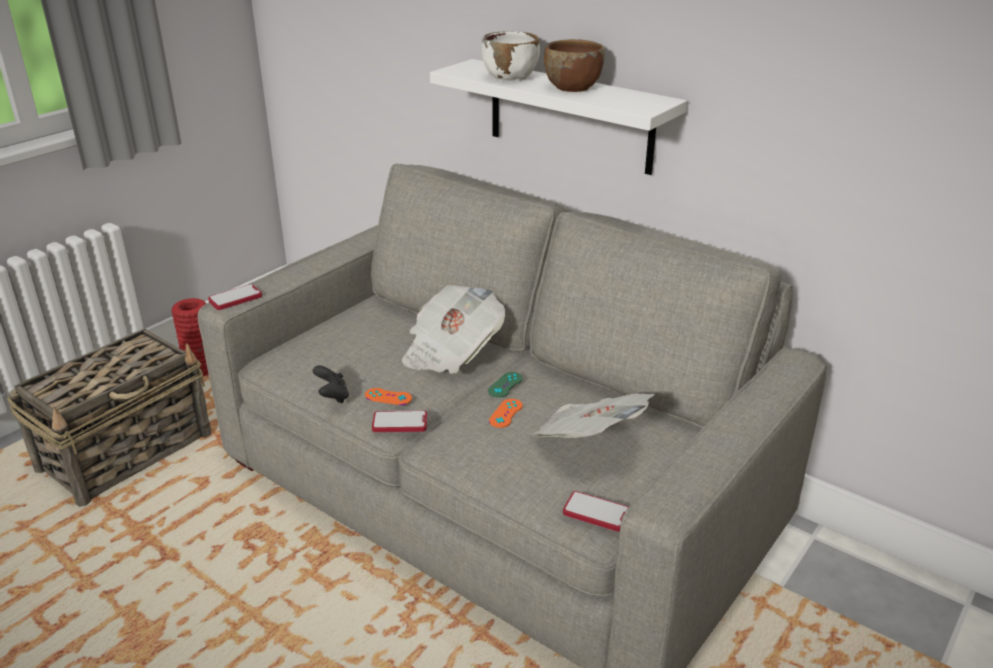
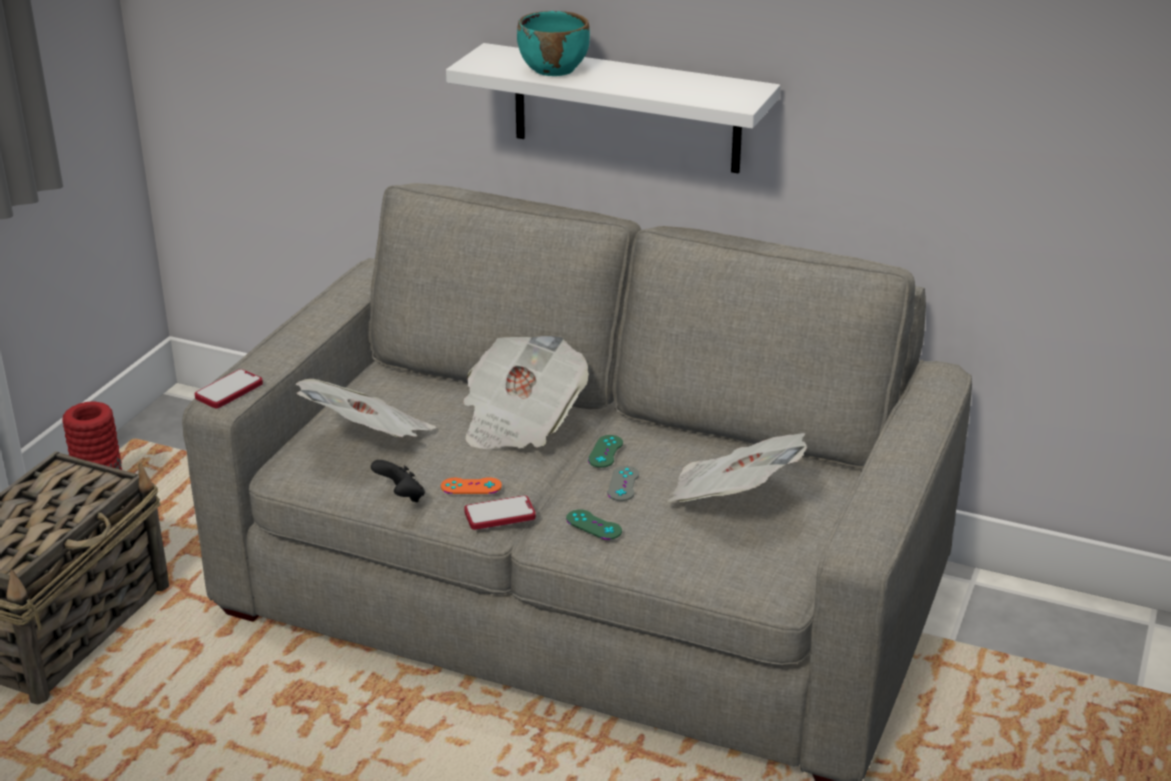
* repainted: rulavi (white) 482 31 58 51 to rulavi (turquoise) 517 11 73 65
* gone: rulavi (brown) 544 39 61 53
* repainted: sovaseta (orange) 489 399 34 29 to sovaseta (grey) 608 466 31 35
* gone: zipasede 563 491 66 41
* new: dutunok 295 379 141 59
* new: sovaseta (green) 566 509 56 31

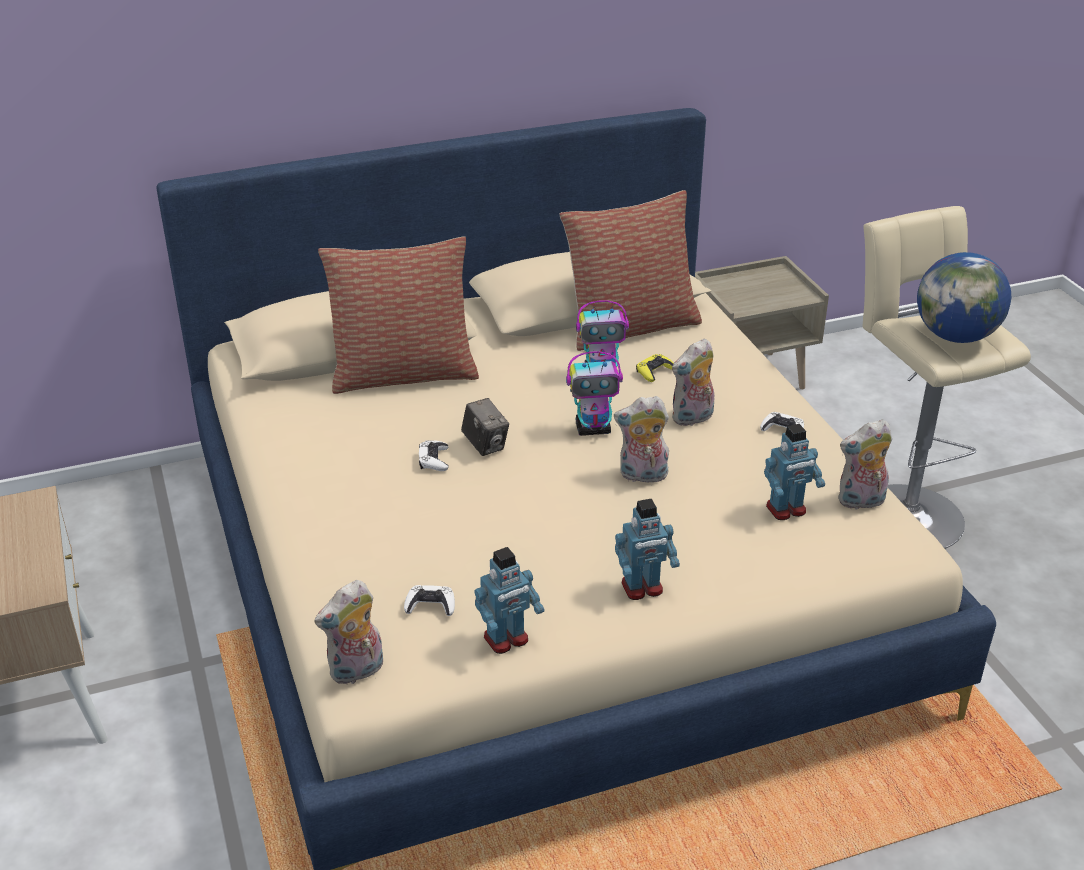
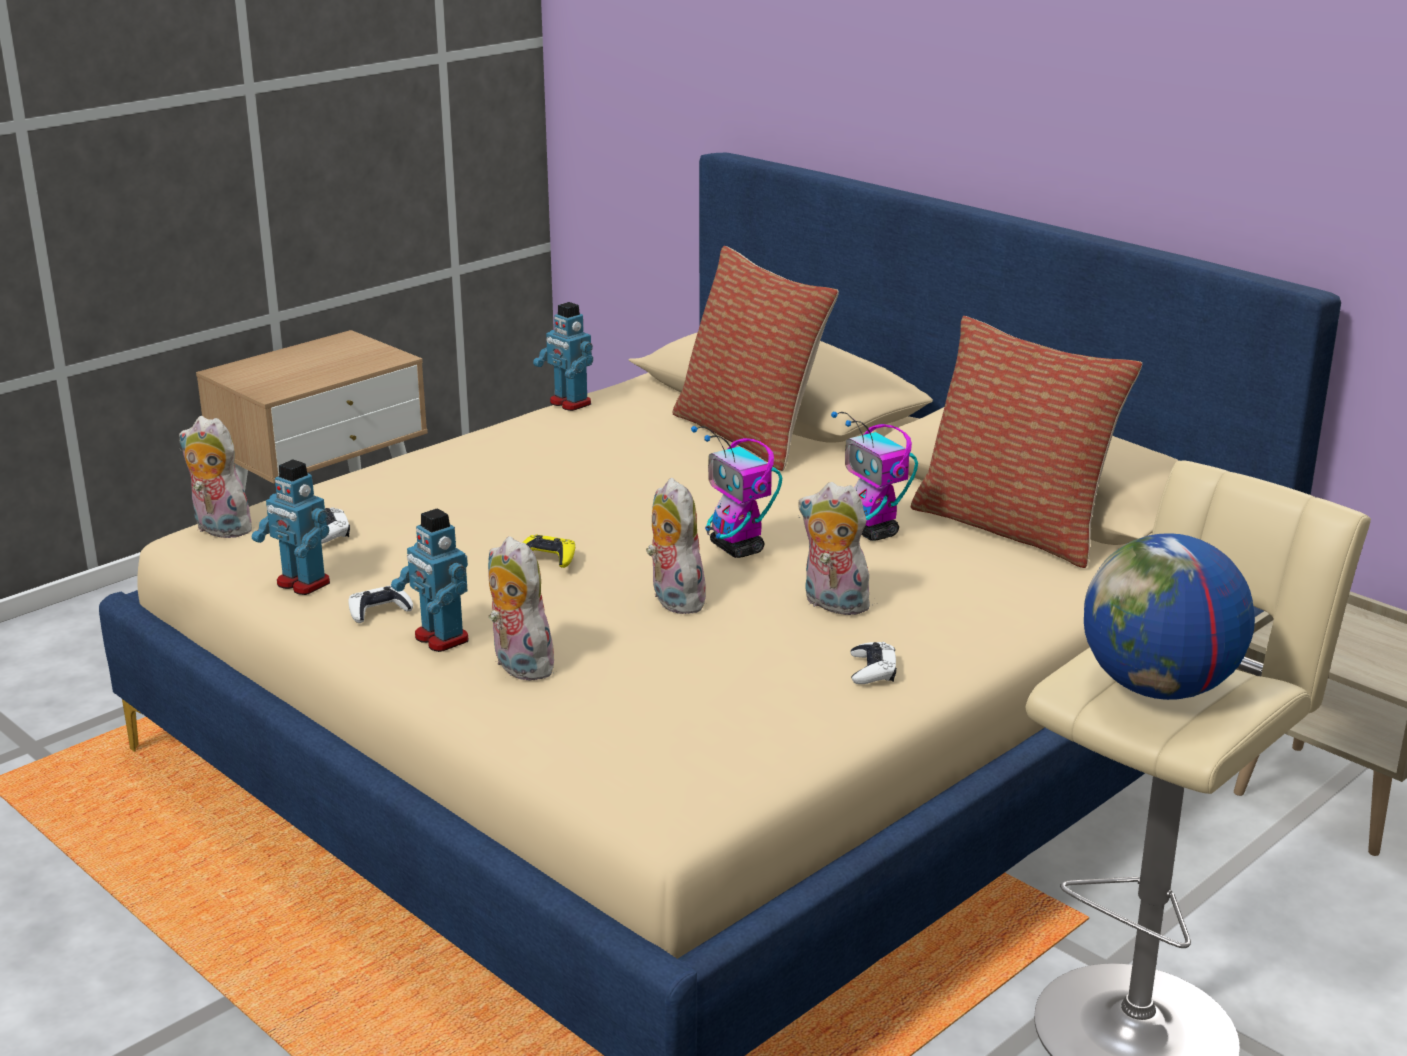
* shifted: sovaseta (yellow) 636 354 38 28 to 522 535 53 33
* gone: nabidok 461 398 48 58
* shifted: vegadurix 838 419 54 91 to 488 536 72 145
* shifted: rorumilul 764 424 61 96 to 533 302 60 109
* shifted: sovaseta (white) 419 440 30 31 to 348 585 65 38

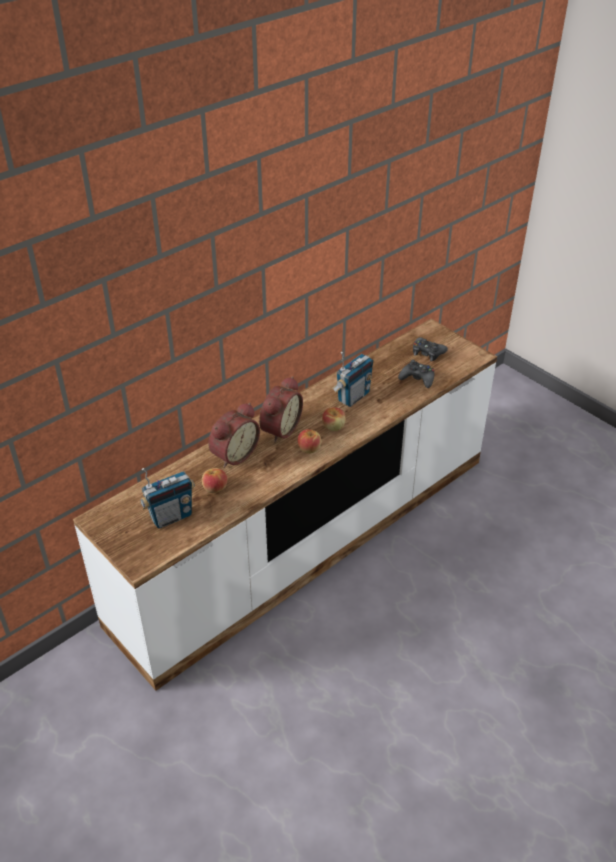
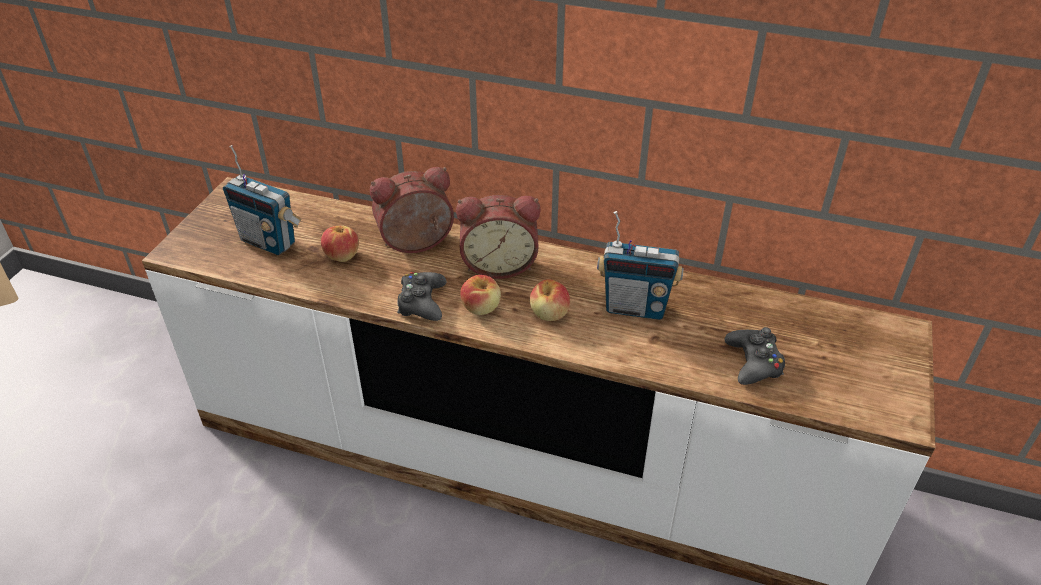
* shifted: sovaseta (black) 413 337 35 24 to 397 272 49 49
* rotated: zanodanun 208 403 52 65 = 370 167 84 86 150 degrees clockwise

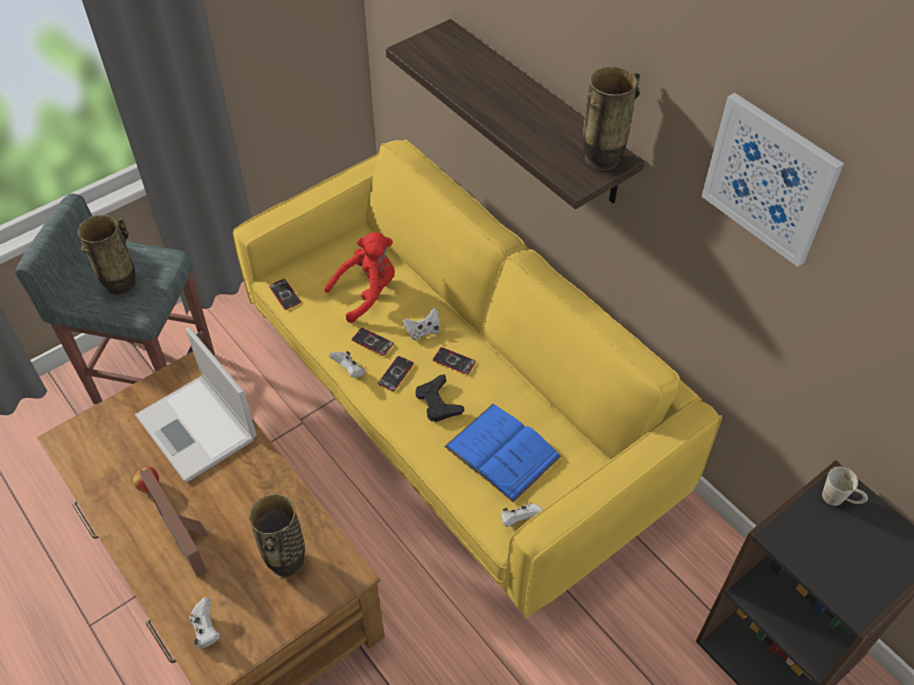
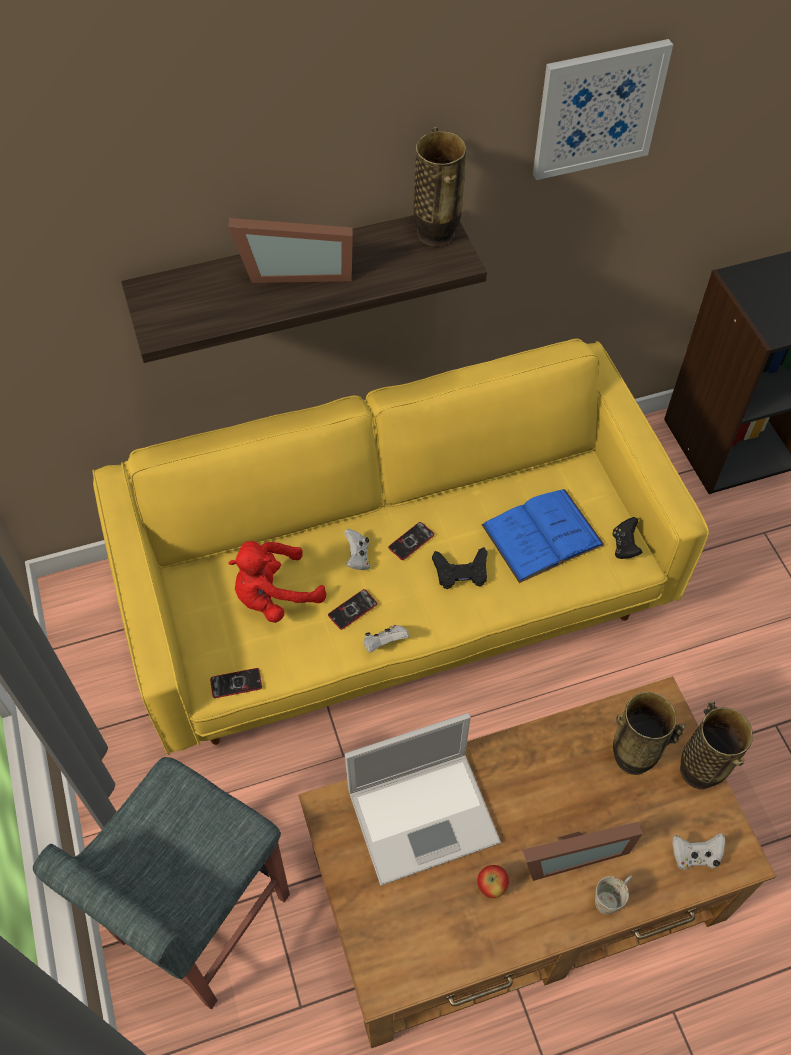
* shifted: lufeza 78 215 58 80 to 680 701 73 88
* rotated: vegadurix (red) 324 232 71 91 = 228 541 98 82 105 degrees counterclockwise
* gone: zipasede 378 356 36 35
* shifted: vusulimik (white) 822 467 46 39 to 595 875 37 40
* repainted: sovaseta (white) 501 503 42 24 to sovaseta (black) 613 517 29 42
* new: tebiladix 228 218 125 65

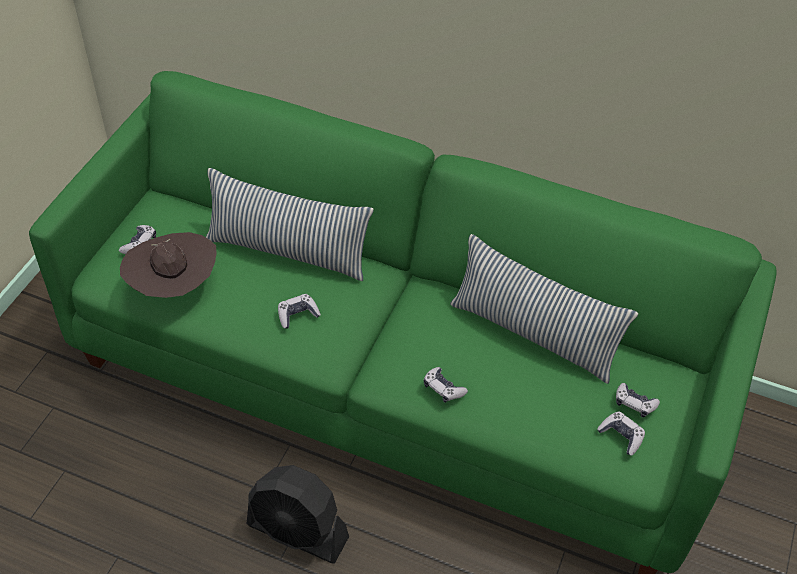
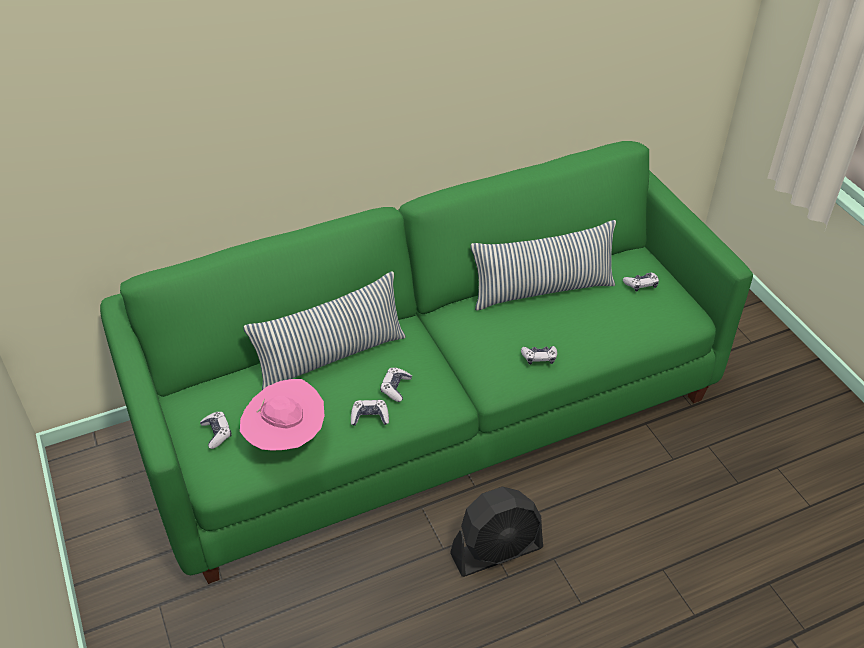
* repainted: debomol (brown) 120 232 96 66 to debomol (pink) 240 379 84 72
* shifted: sovaseta 597 411 48 45 to 351 400 38 26

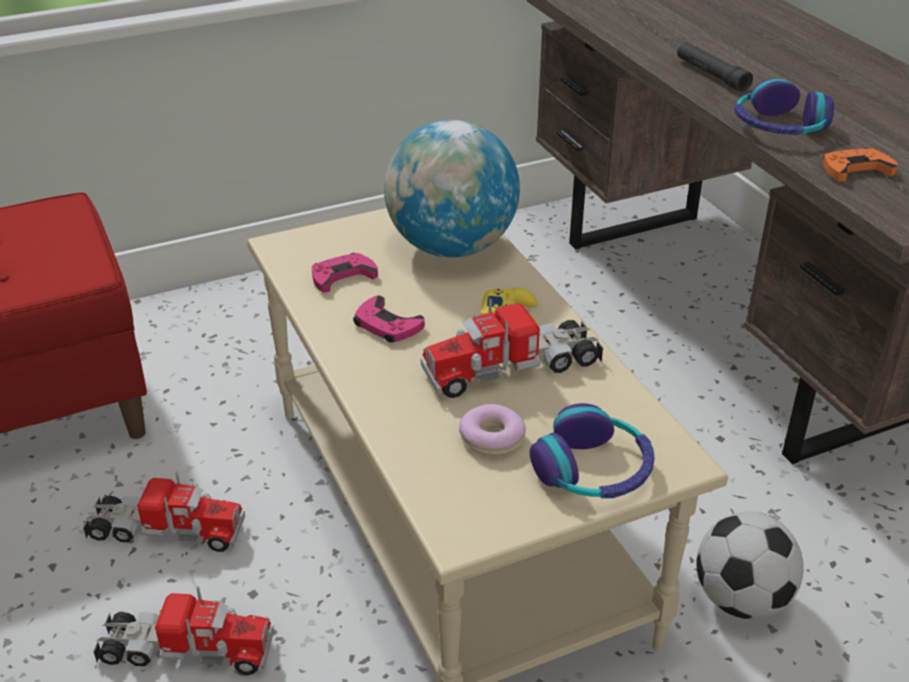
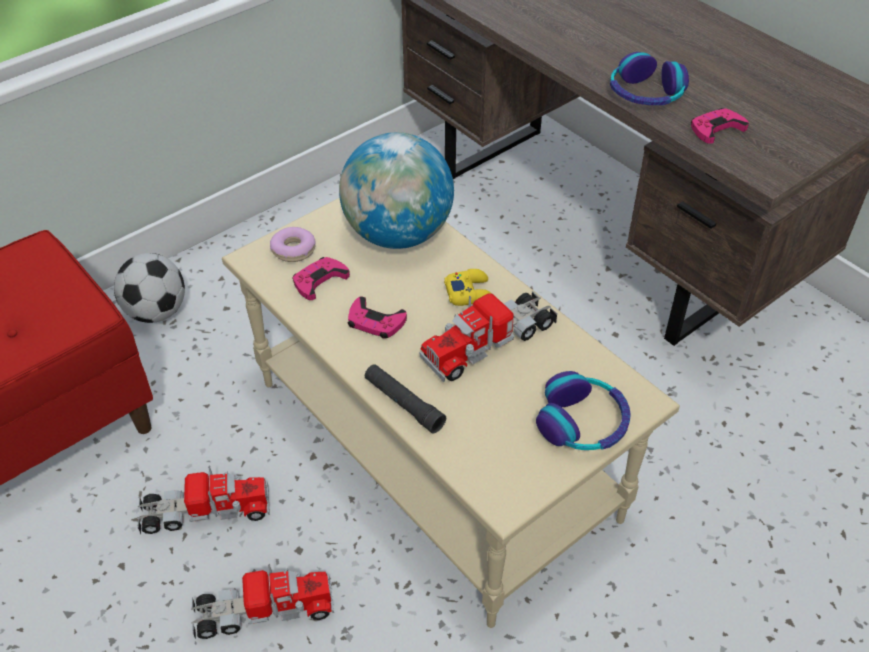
* shifted: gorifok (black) 677 42 76 51 to 365 364 81 70
* repainted: sovaseta (orange) 823 148 75 33 to sovaseta (pink) 691 108 58 36
* shifted: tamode 459 404 67 52 to 270 227 46 35
* shifted: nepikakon 696 512 107 107 to 114 253 71 70

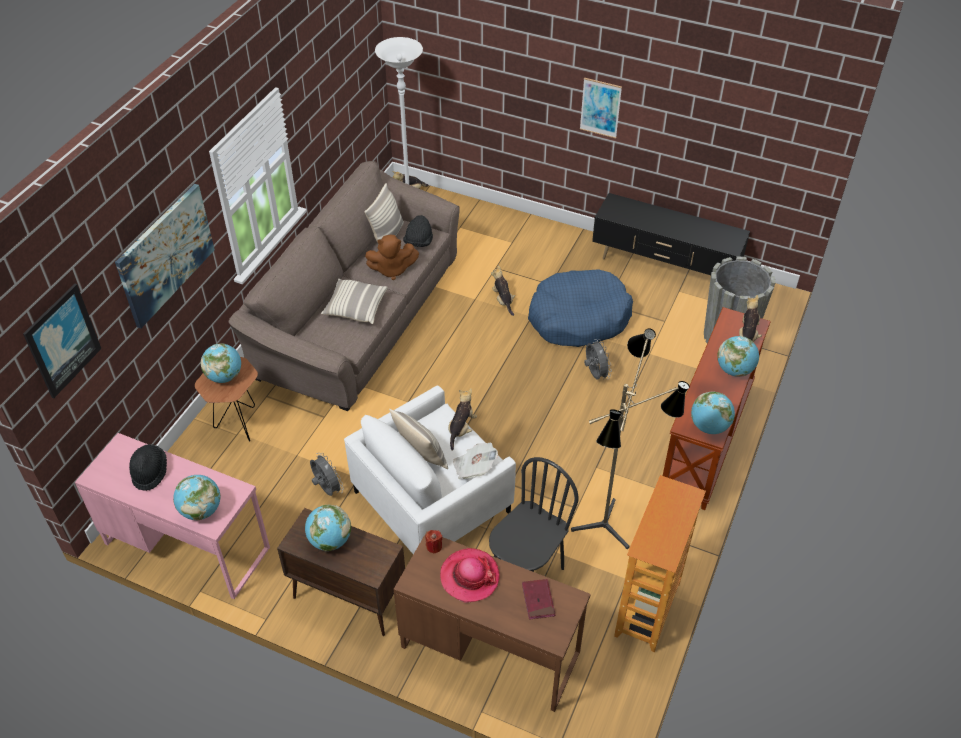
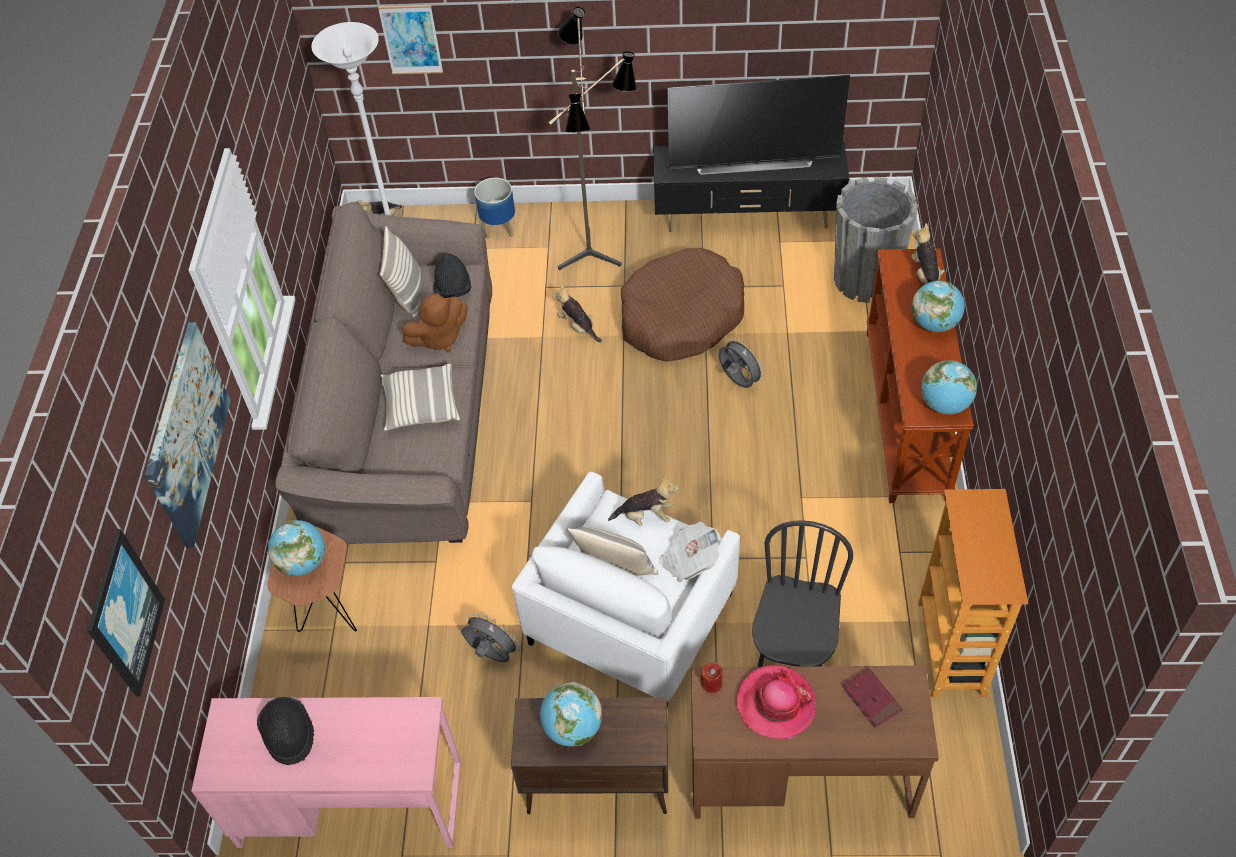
* shifted: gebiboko 580 78 42 60 to 378 5 65 69
* repainted: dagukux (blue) 528 269 105 78 to dagukux (brown) 621 248 123 114
* shifted: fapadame 571 328 119 221 to 548 7 89 263
* rotated: vegadurix 448 388 29 63 = 608 476 71 50 90 degrees clockwise
* gone: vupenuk 173 475 47 45
* new: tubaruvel 667 75 183 100
* new: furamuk 474 178 41 61

